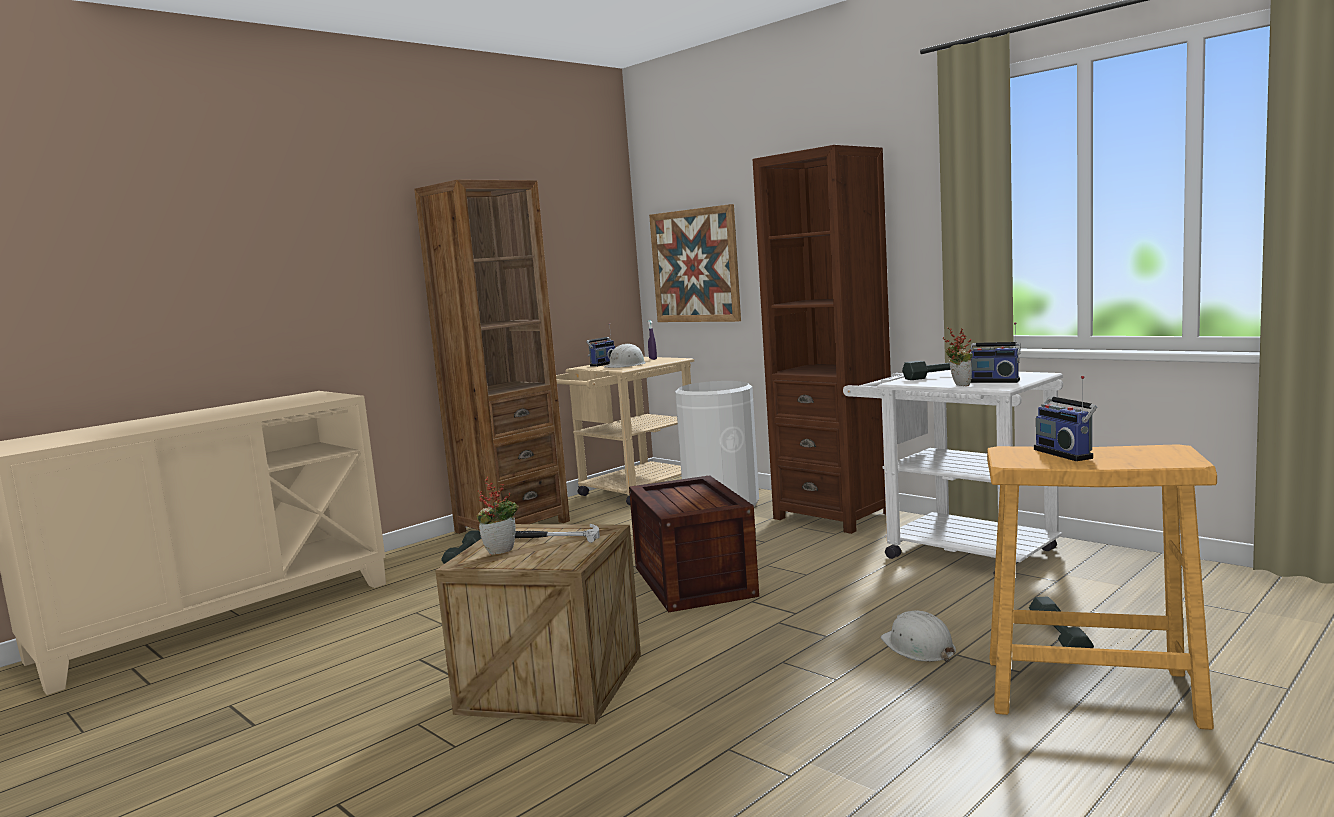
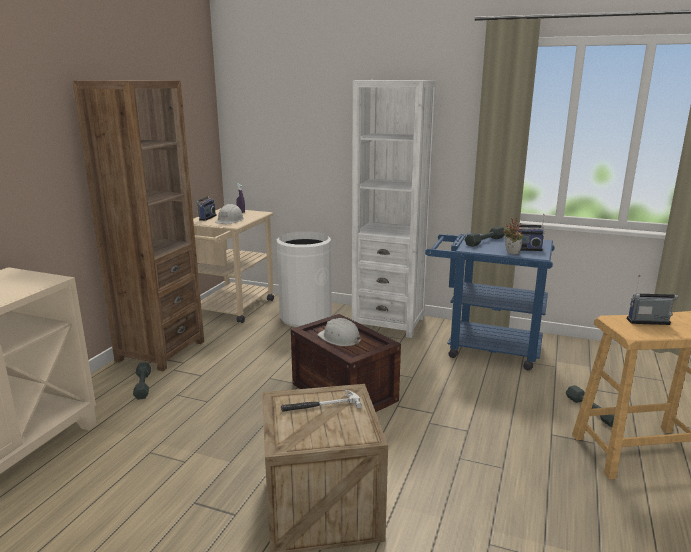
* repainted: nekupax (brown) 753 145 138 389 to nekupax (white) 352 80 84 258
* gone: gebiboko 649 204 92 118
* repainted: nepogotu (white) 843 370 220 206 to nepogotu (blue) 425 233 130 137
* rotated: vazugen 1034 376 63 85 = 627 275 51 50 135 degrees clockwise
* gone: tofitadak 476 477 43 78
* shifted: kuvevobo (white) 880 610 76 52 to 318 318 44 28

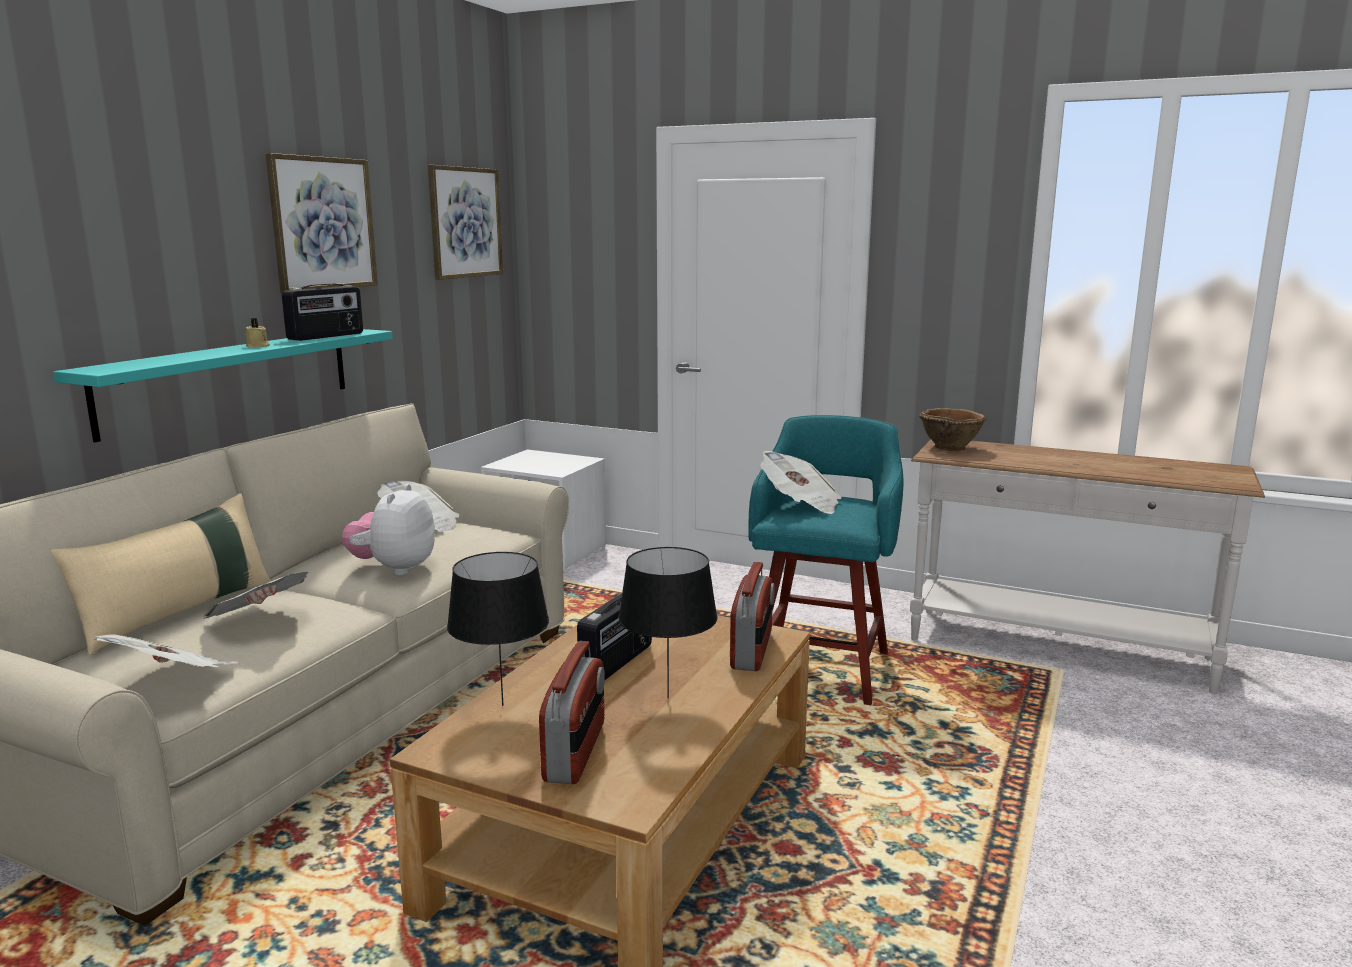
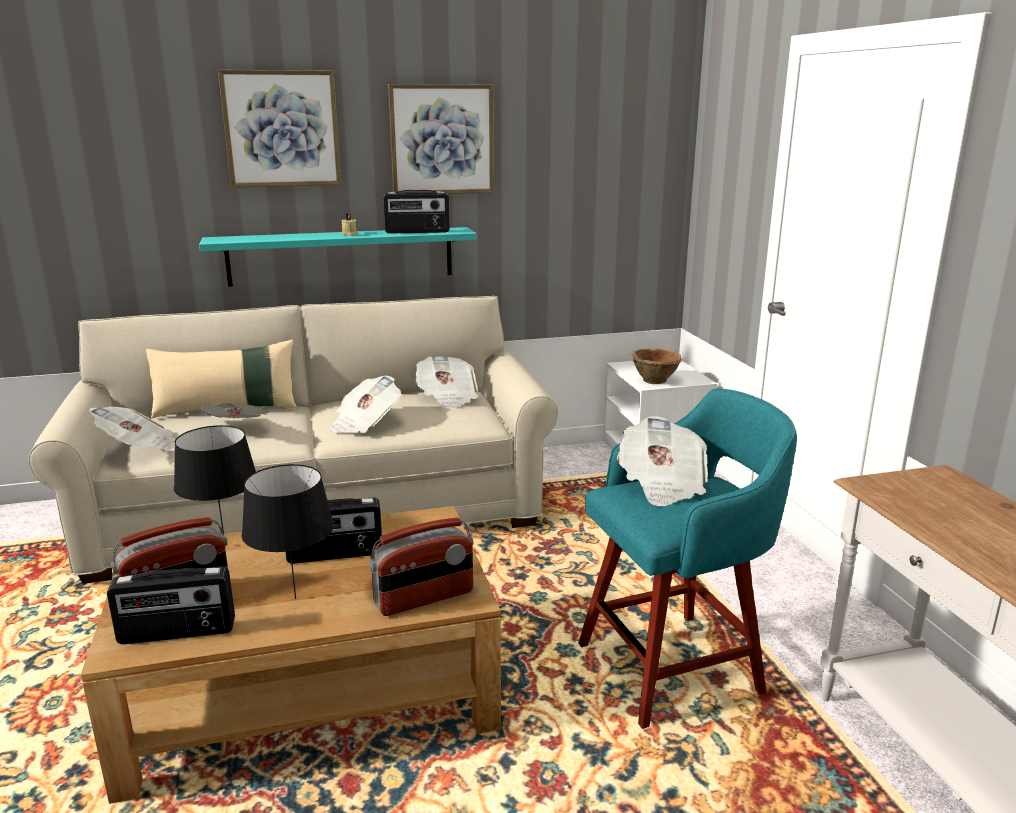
* shifted: gebiboko 428 165 75 115 to 218 70 123 117
* shifted: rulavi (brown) 919 408 67 43 to 632 348 50 36
* swapped: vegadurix 342 484 93 92 to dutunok 329 376 72 57
* new: vazugen 107 566 128 78

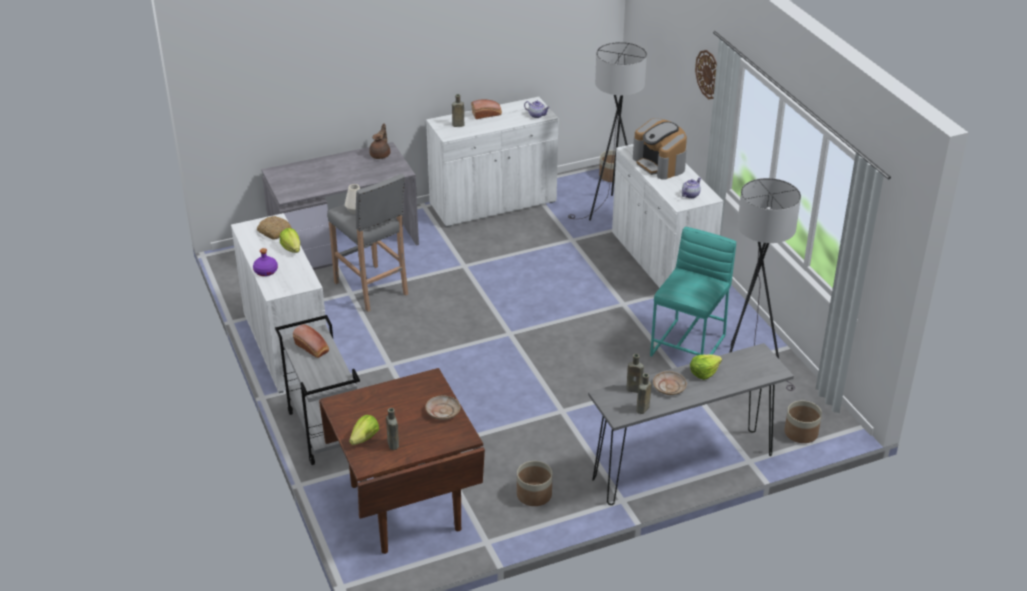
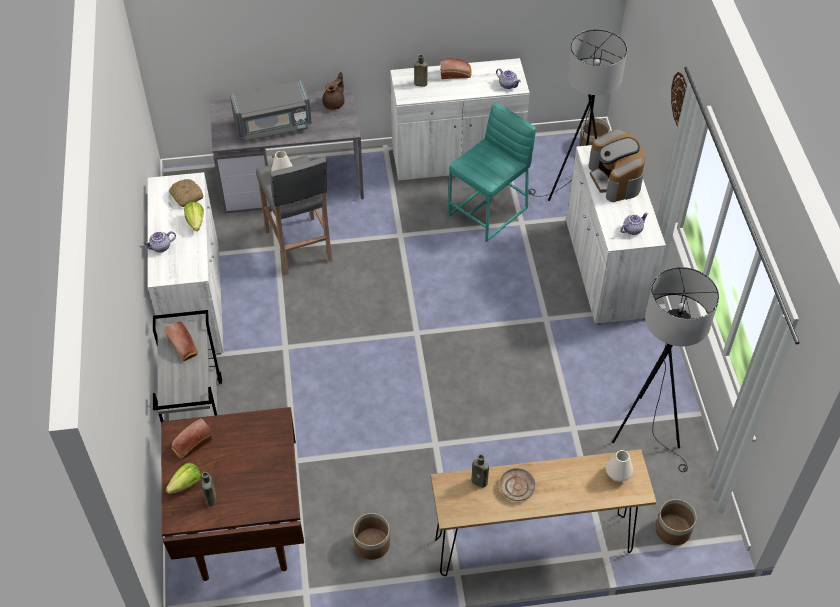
* shifted: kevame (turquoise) 650 227 86 130 to 448 103 88 139
* swapped: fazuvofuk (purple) 253 248 25 28 to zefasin 142 231 34 21
* repainted: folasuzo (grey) 588 343 206 162 to folasuzo (brown) 431 449 225 127
* gone: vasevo 690 354 32 26
* gone: fazuvofuk (brown) 636 373 15 41
* gone: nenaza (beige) 425 395 35 25
* new: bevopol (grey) 230 80 82 61
* new: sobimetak 172 419 40 41
* new: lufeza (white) 606 450 27 32

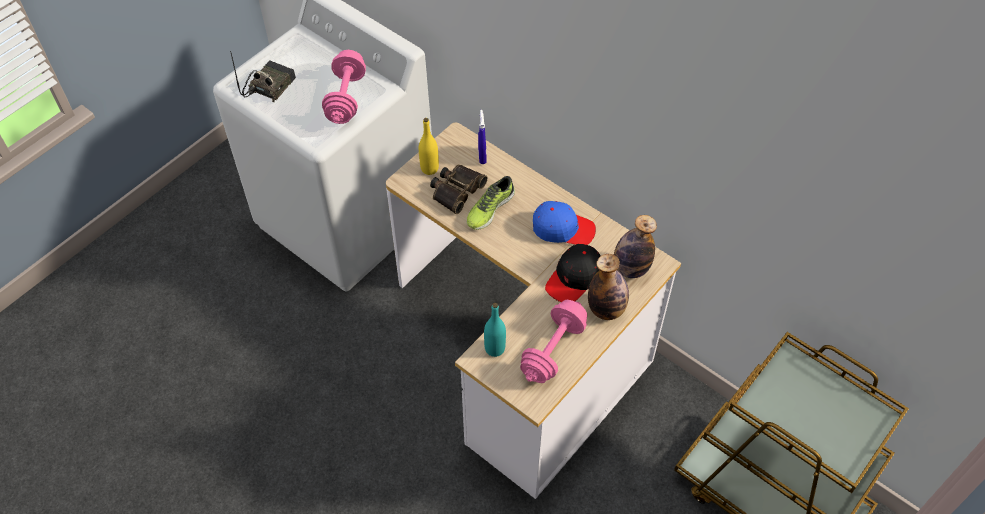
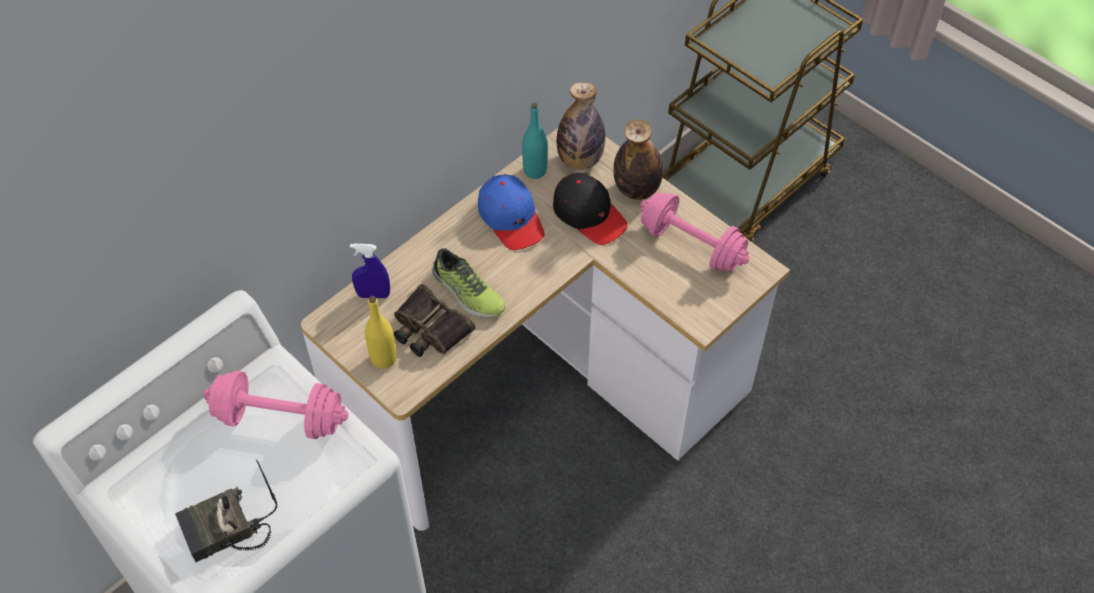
* rotated: vazugen 230 51 66 51 = 175 459 102 103 60 degrees counterclockwise
* rotated: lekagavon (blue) 533 201 63 44 = 478 174 67 76 135 degrees clockwise
* shifted: fazuvofuk (turquoise) 484 303 22 54 to 522 103 26 76

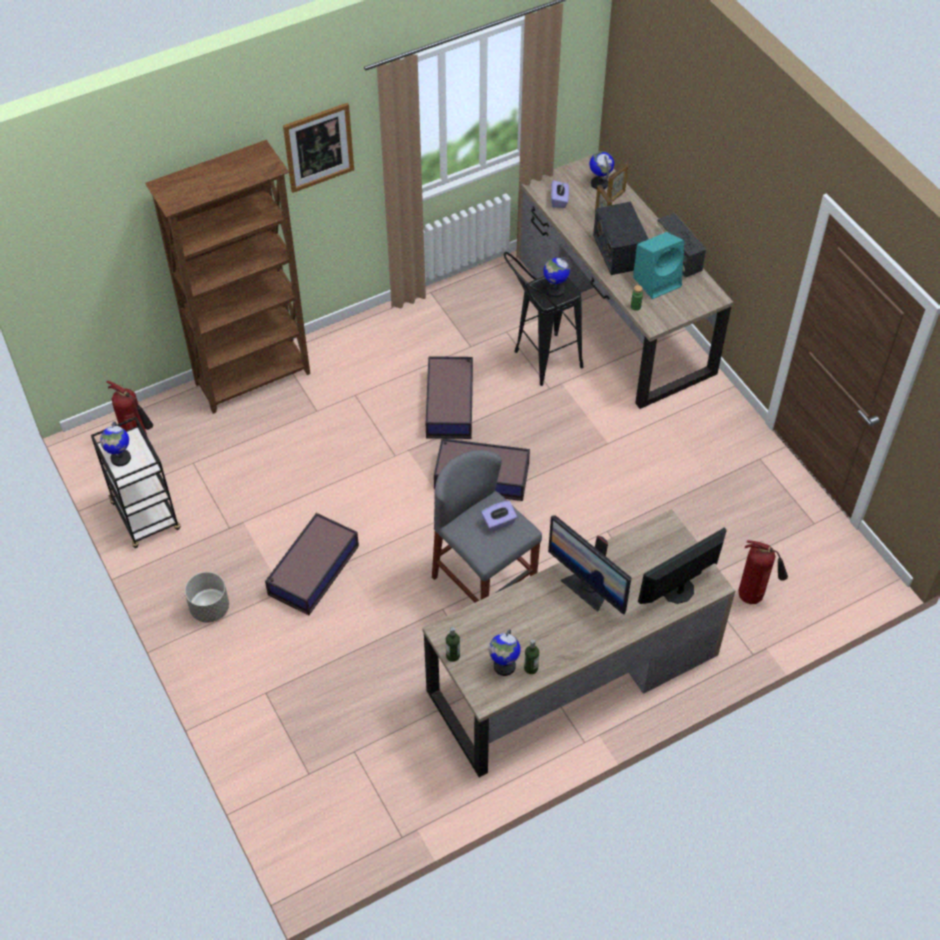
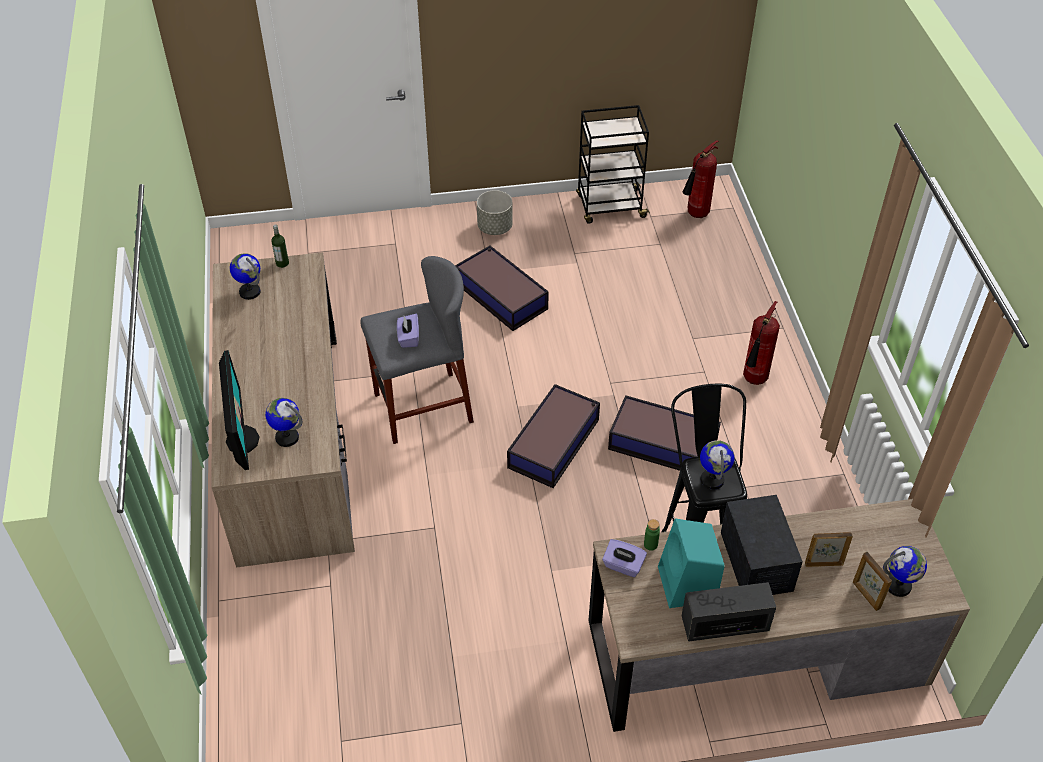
* gone: gebiboko 283 103 71 90
* gone: nekupax (brown) 145 140 165 274
* shifted: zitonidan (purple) 551 180 18 28 to 602 539 45 38
* rotated: vazugen 593 202 55 73 = 721 495 82 100 75 degrees clockwise
* shifted: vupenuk 100 421 31 45 to 265 398 37 49
* gone: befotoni 548 515 83 100
* shifted: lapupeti 738 540 50 64 to 743 301 37 84
* gone: fazuvofuk 524 639 15 35

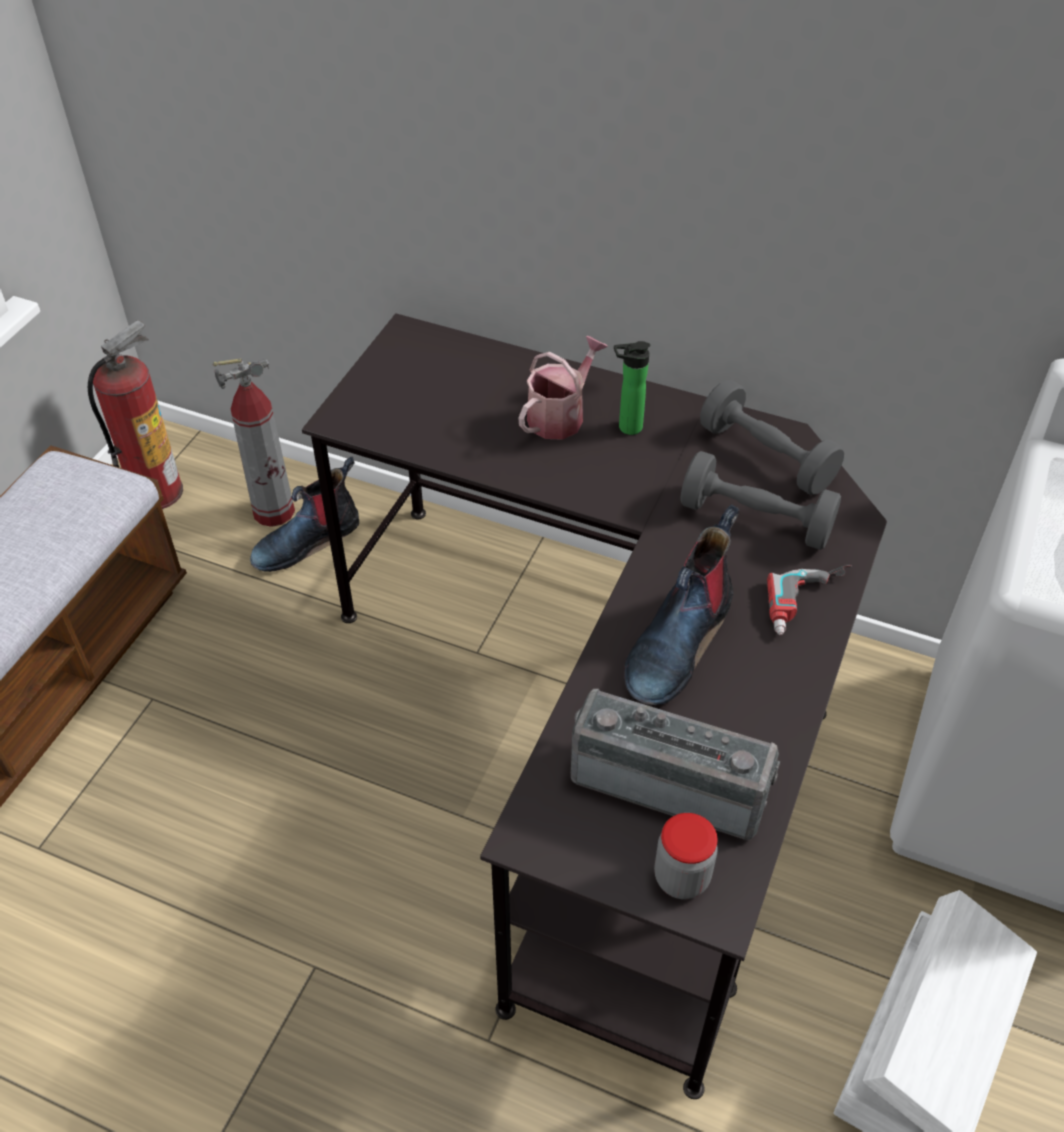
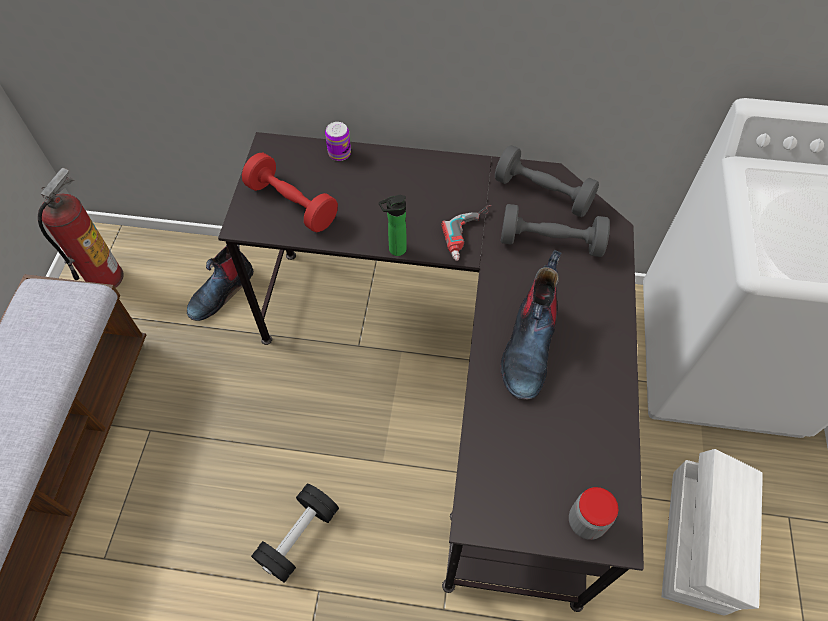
* gone: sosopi 518 336 90 104
* shifted: fazuvofuk 614 341 37 94 to 379 195 28 61
* gone: lapupeti 213 358 82 169
* shifted: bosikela 767 564 85 71 to 442 205 49 56
* gone: vazugen 571 689 209 151
* new: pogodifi 325 122 26 39
* new: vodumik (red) 242 153 96 79
* new: vodumik (black) 251 484 88 99

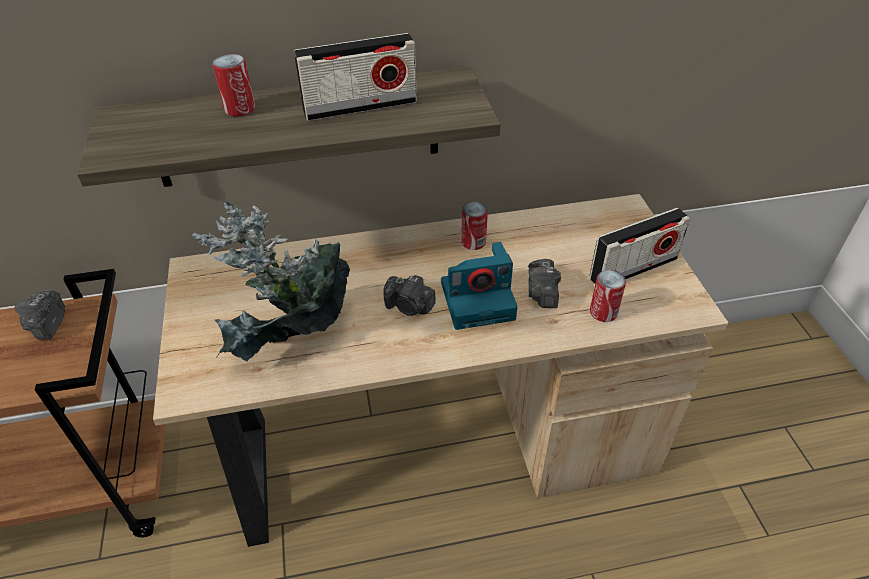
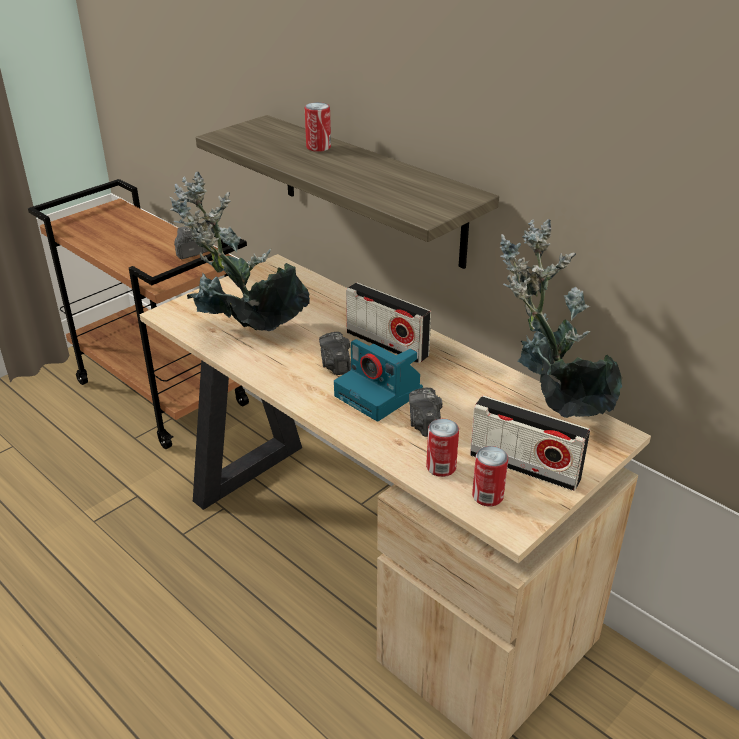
* shifted: vazugen 294 33 123 88 to 346 282 85 81
* shifted: pogodifi 461 202 27 48 to 472 446 36 60
* rotated: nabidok 528 259 33 49 = 409 387 33 50 60 degrees counterclockwise
* new: tofitadak 499 219 123 199

